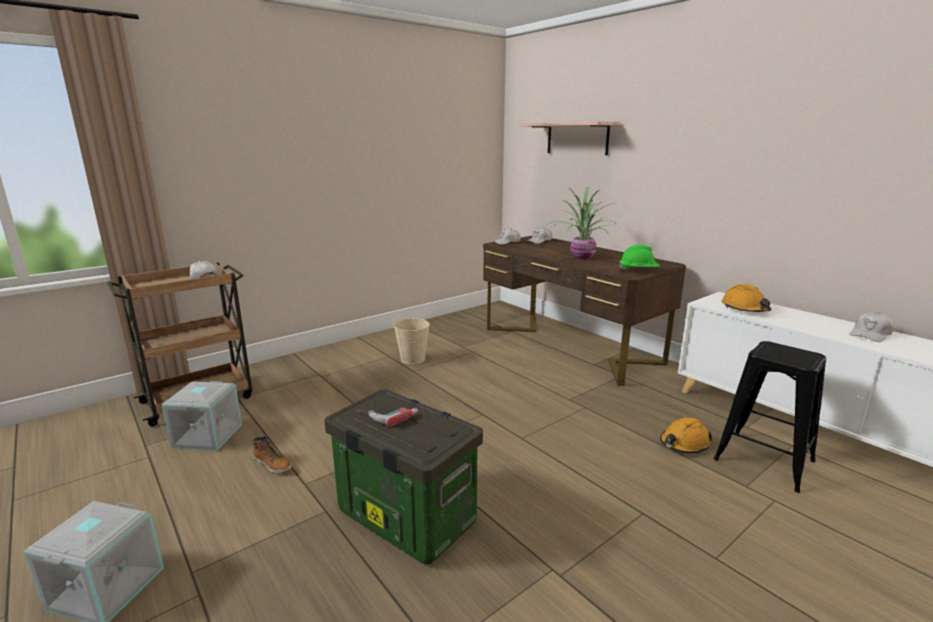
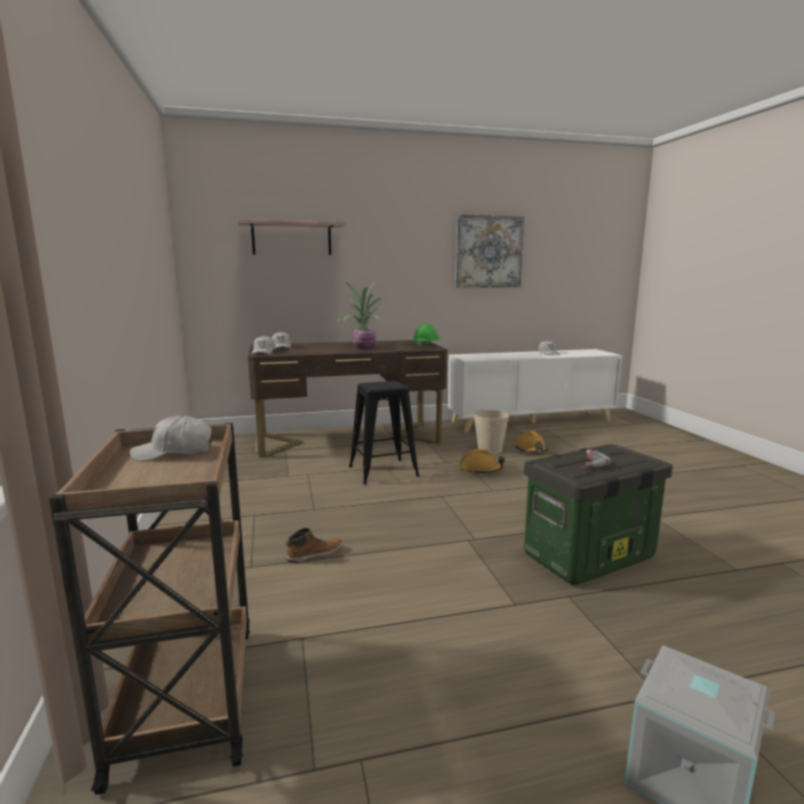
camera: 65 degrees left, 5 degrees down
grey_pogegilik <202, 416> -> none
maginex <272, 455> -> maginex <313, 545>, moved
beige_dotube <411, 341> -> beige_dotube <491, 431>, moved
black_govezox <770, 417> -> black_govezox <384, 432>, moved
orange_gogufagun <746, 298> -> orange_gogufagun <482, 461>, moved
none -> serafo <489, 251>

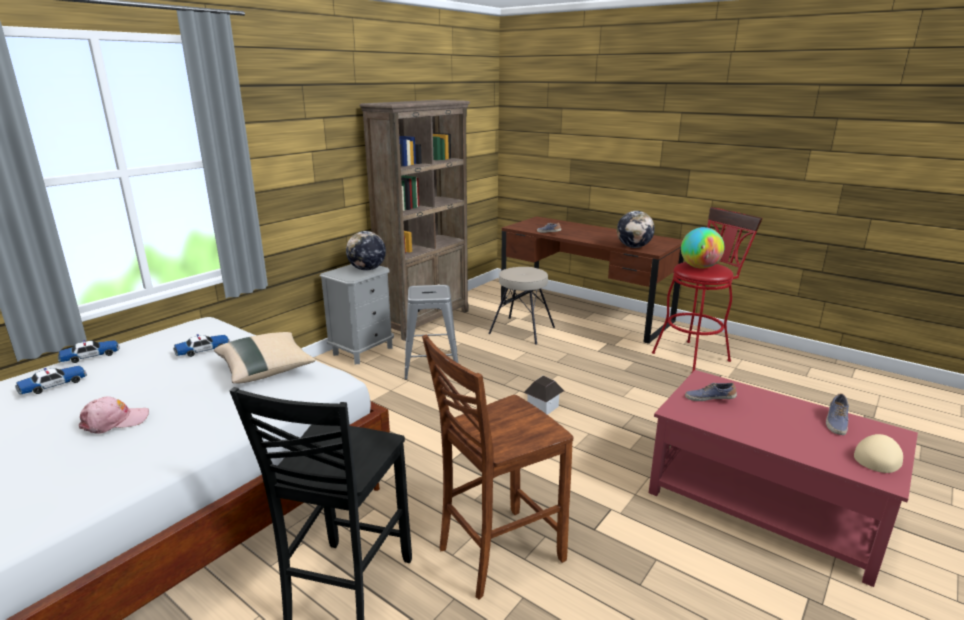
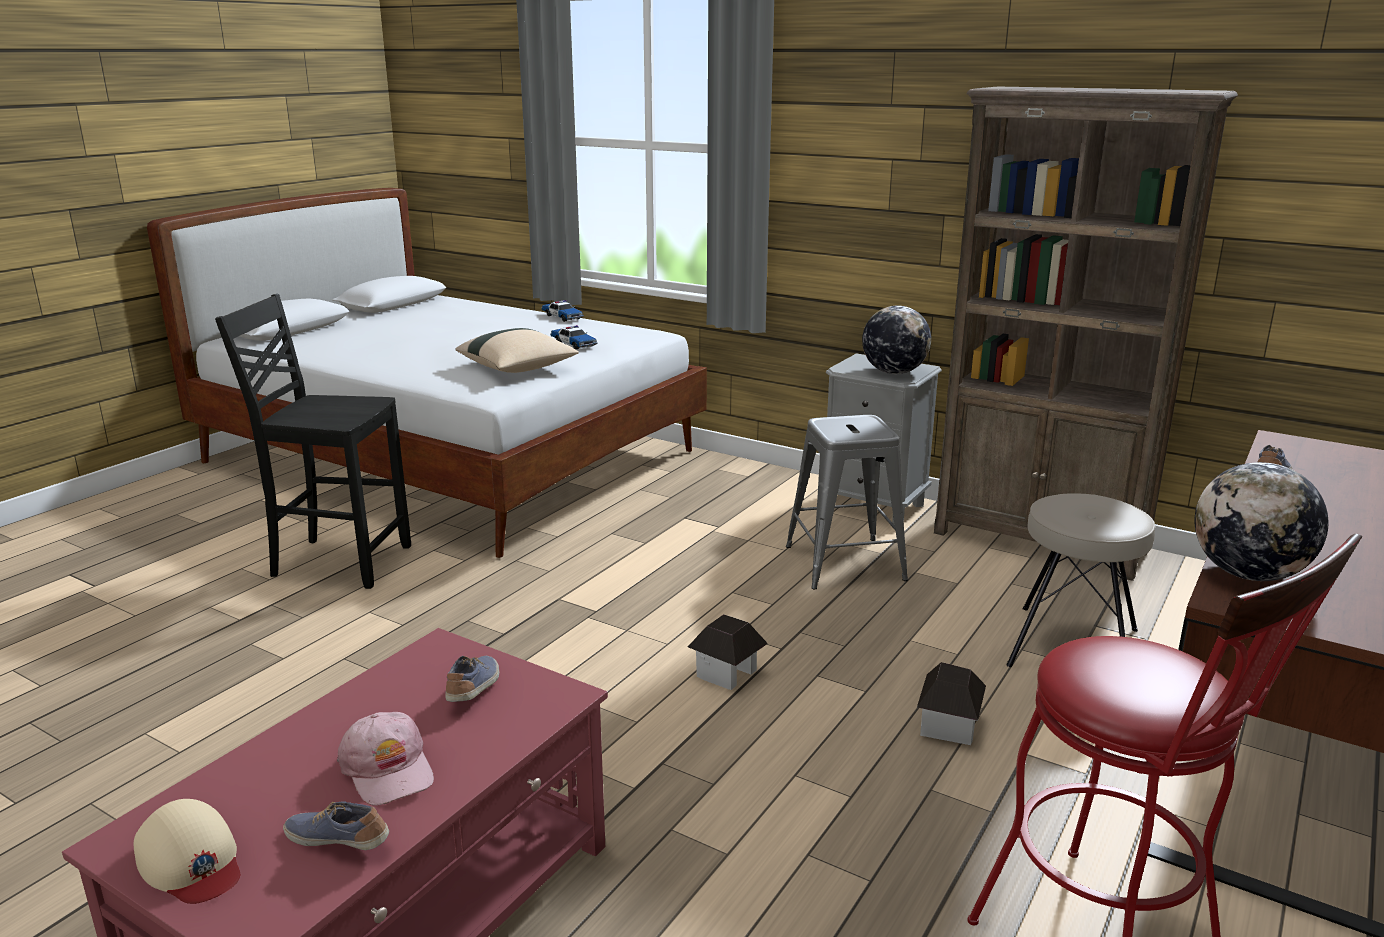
camera: 85 degrees right, 0 degrees up
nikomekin <51, 380> -> none
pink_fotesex <114, 415> -> pink_fotesex <385, 759>, moved
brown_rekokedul <497, 467> -> none
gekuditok <703, 248> -> none
none -> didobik <951, 703>

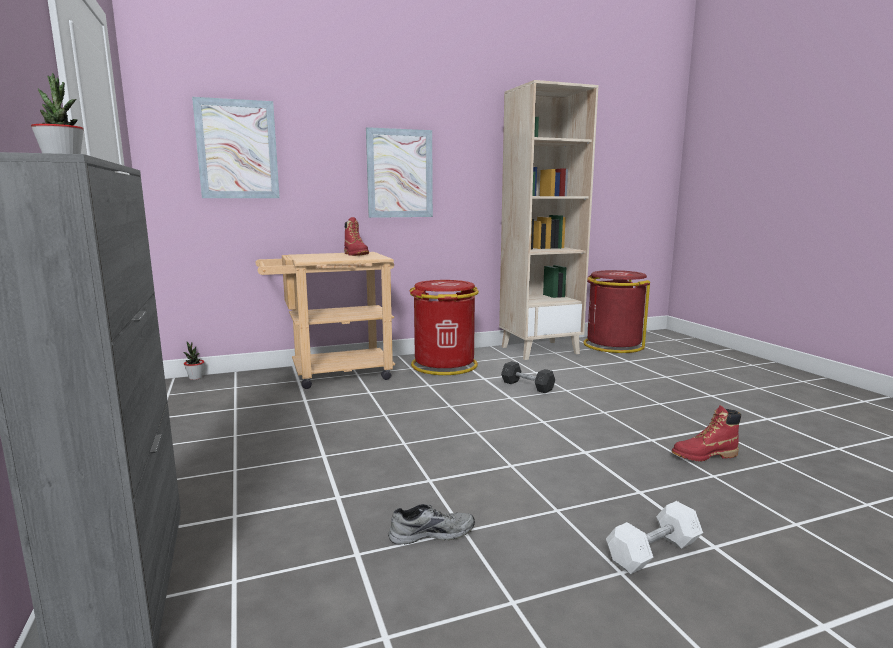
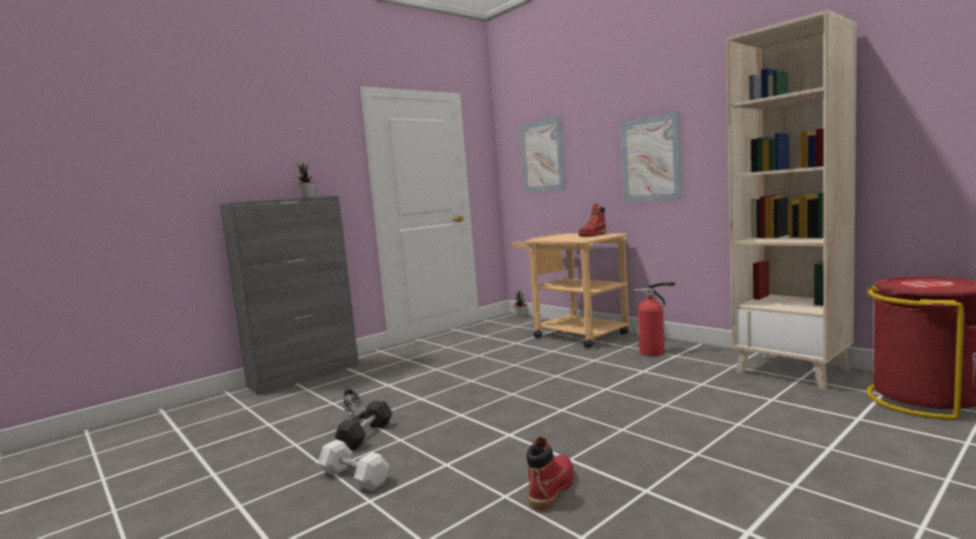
camera: 70 degrees right, 5 degrees down
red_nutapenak <444, 327> -> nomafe <654, 319>
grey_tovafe <528, 377> -> grey_tovafe <364, 425>, moved
red_maginex <706, 433> -> red_maginex <550, 473>, 60 degrees clockwise

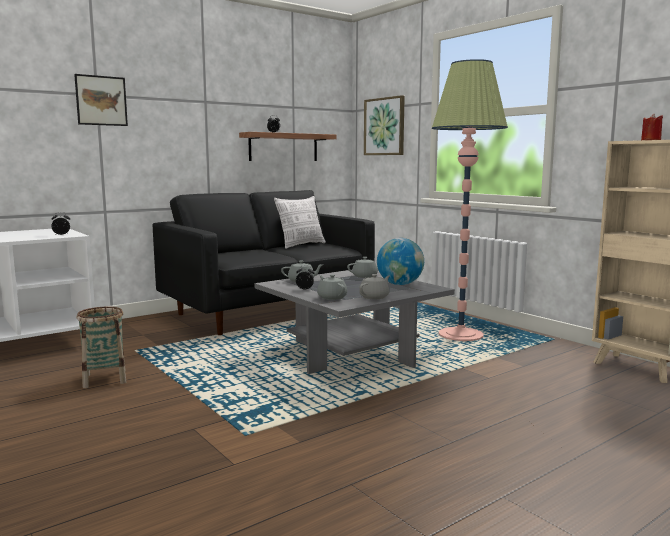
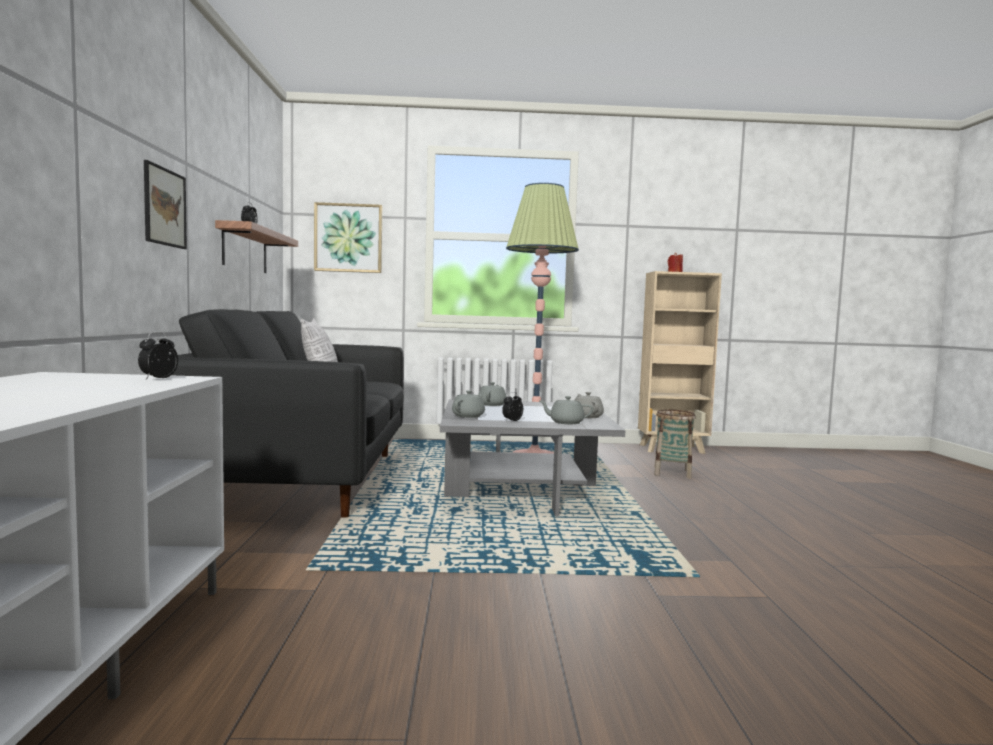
camera: 55 degrees left, 5 degrees down
serafo <101, 100> -> serafo <165, 204>, moved
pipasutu <101, 347> -> pipasutu <675, 444>, moved
gekuditok <400, 261> -> none

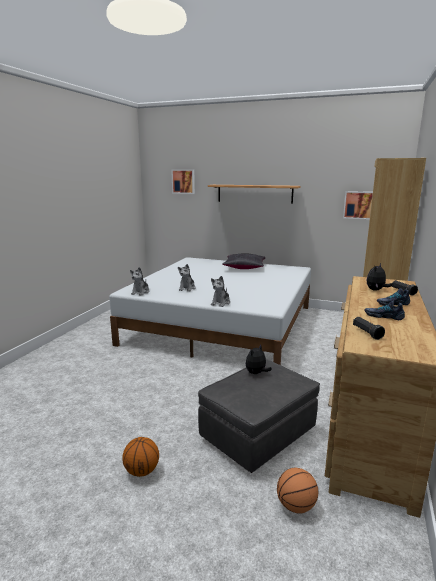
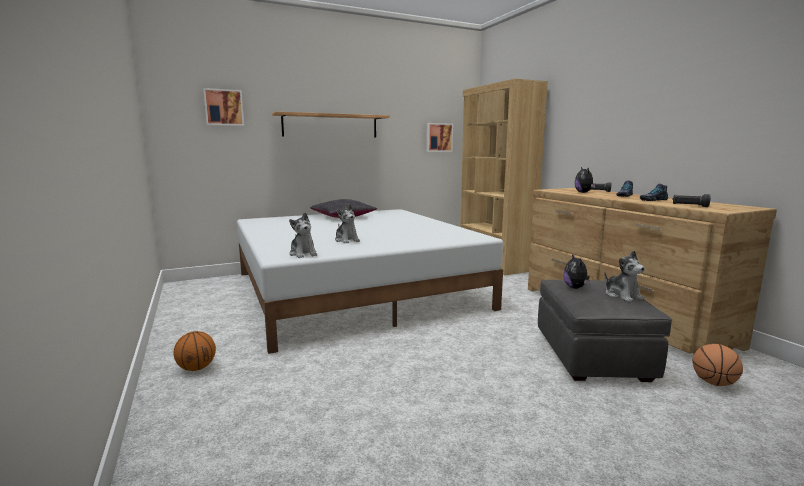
camera: 45 degrees left, 5 degrees down
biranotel <140, 457> -> biranotel <194, 351>, moved
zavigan <220, 291> -> zavigan <624, 276>, moved

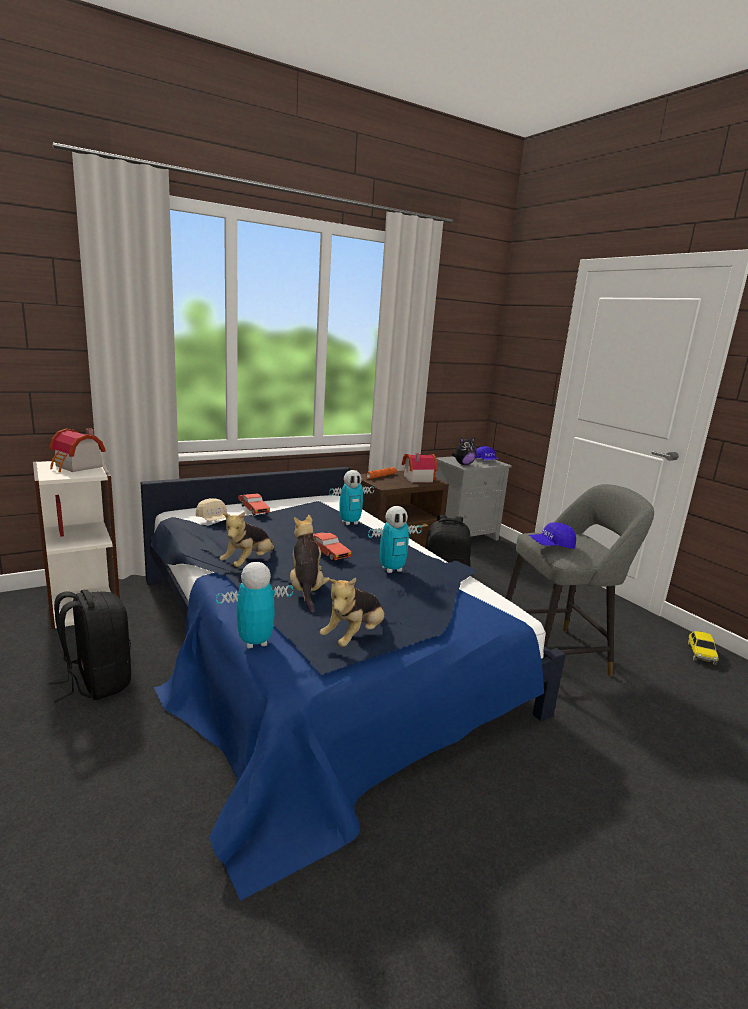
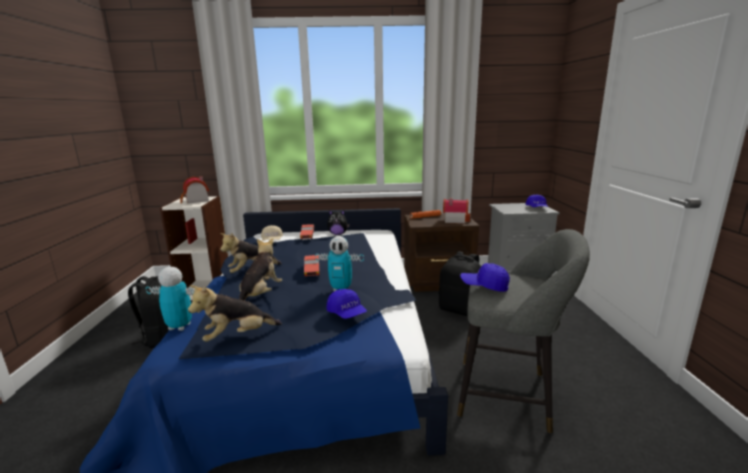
camera: 30 degrees right, 0 degrees up
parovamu <351, 497> -> none
zavigan <464, 451> -> zavigan <338, 222>, moved
nikomekin <703, 648> -> none
none -> blue_fotesex <347, 304>

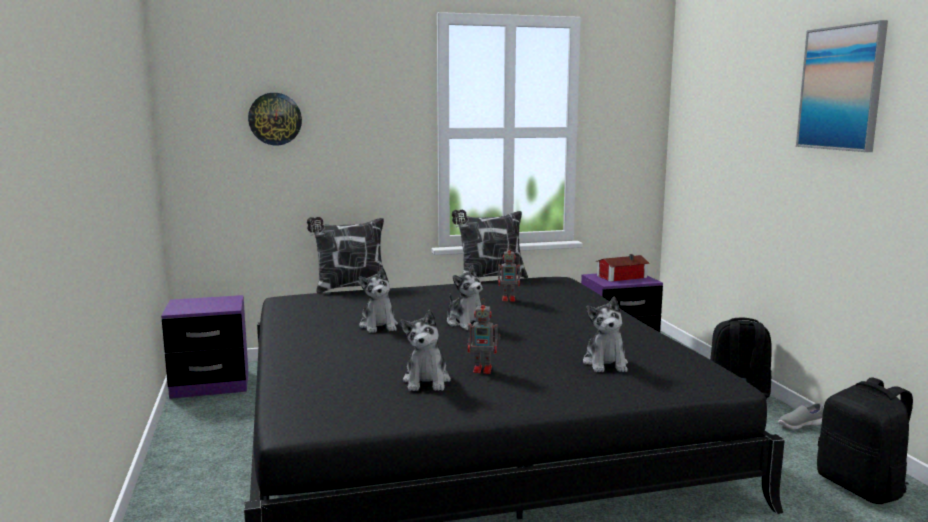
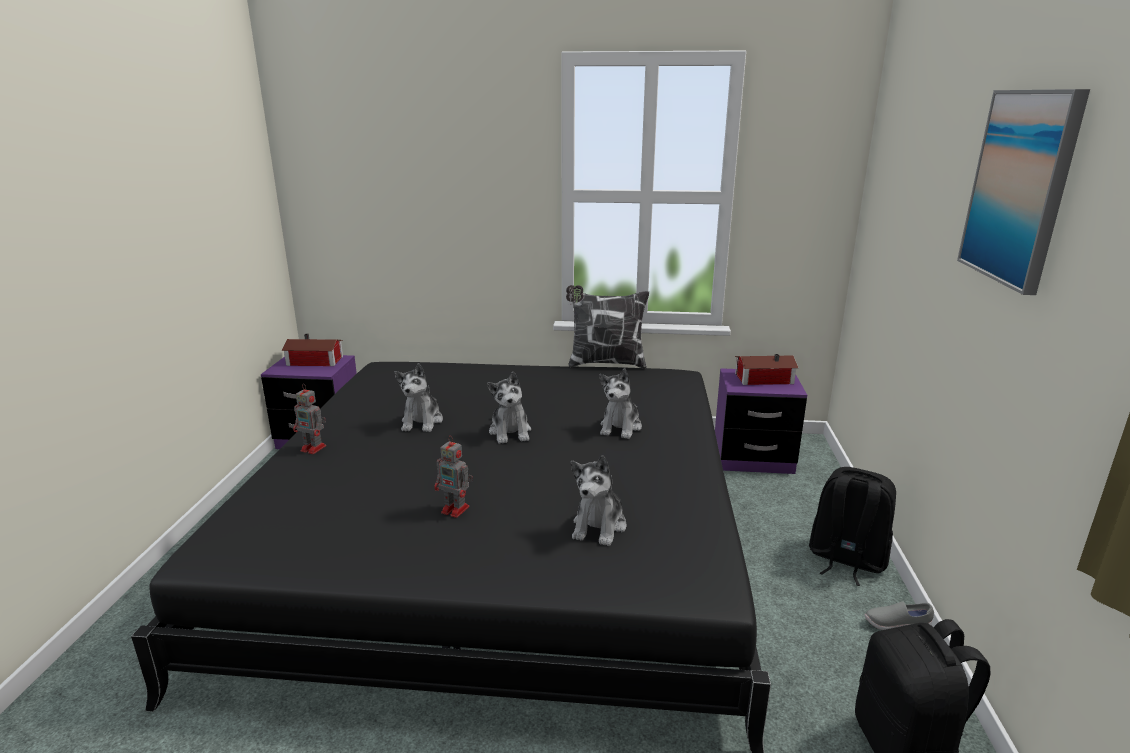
camera: 20 degrees right, 10 degrees up
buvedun <275, 119> -> none
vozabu <345, 255> -> none
zavigan <425, 350> -> zavigan <620, 404>, moved
parovamu <510, 273> -> parovamu <309, 419>, moved
none -> didobik <312, 350>

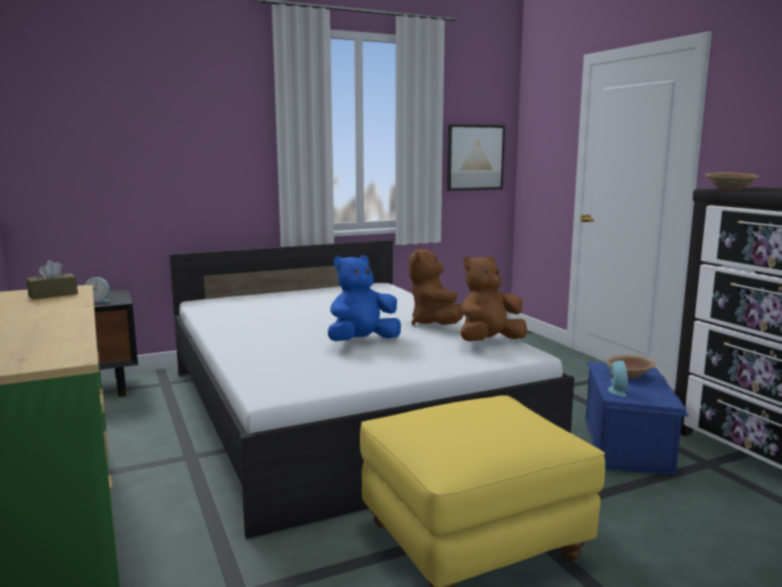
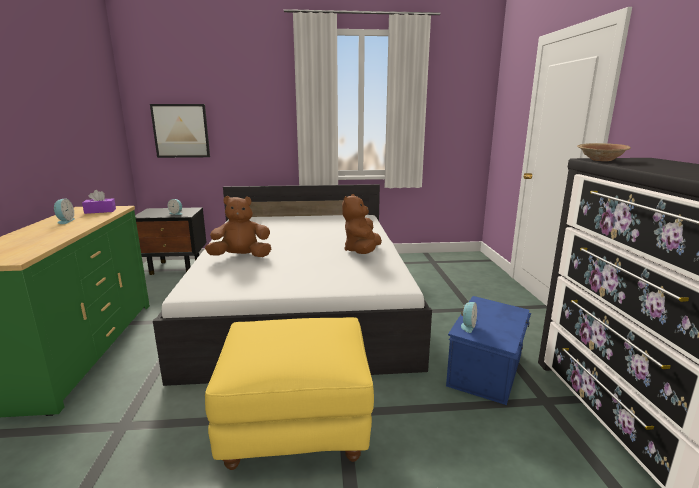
camera: 20 degrees right, 5 degrees up
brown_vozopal <52, 280> -> purple_vozopal <99, 202>
blue_zavigan <364, 298> -> none
serafo <476, 157> -> serafo <180, 131>, moved
brown_zavigan <493, 298> -> brown_zavigan <238, 226>, moved
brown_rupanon <630, 366> -> none
none -> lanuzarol <64, 211>

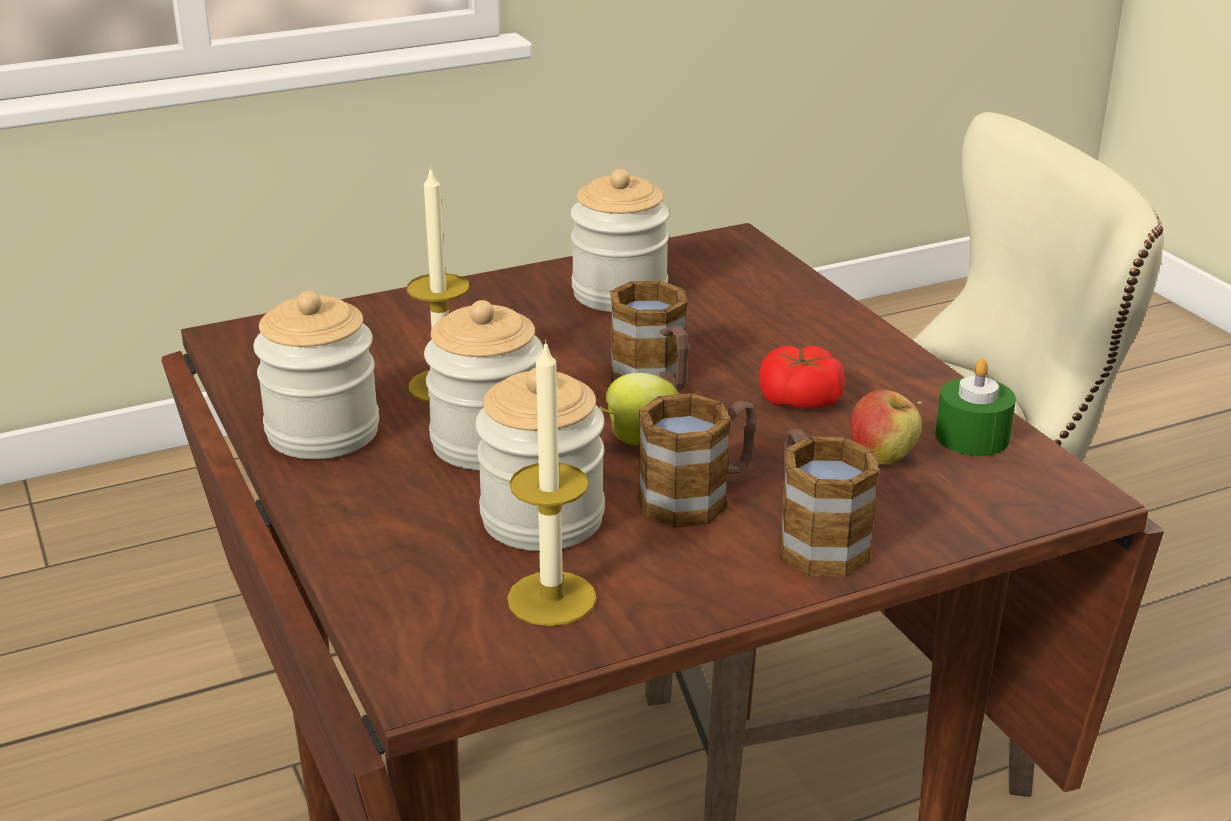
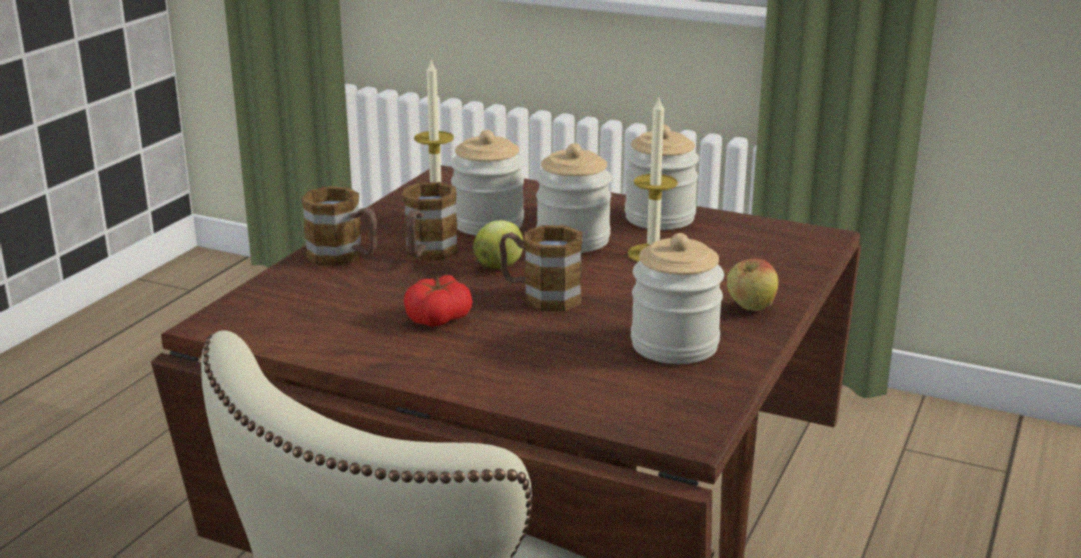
camera: 140 degrees right, 5 degrees down
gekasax <886, 427> -> gekasax <752, 284>, moved
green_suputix <975, 407> -> none

